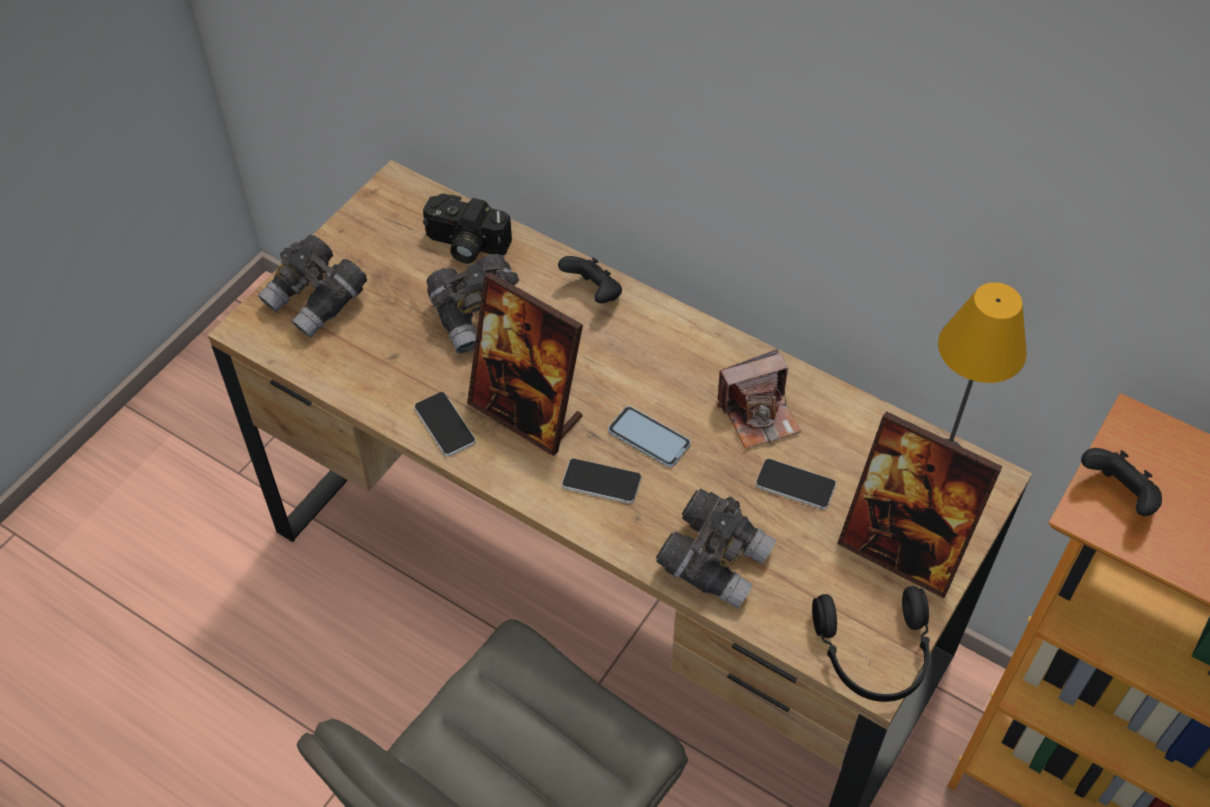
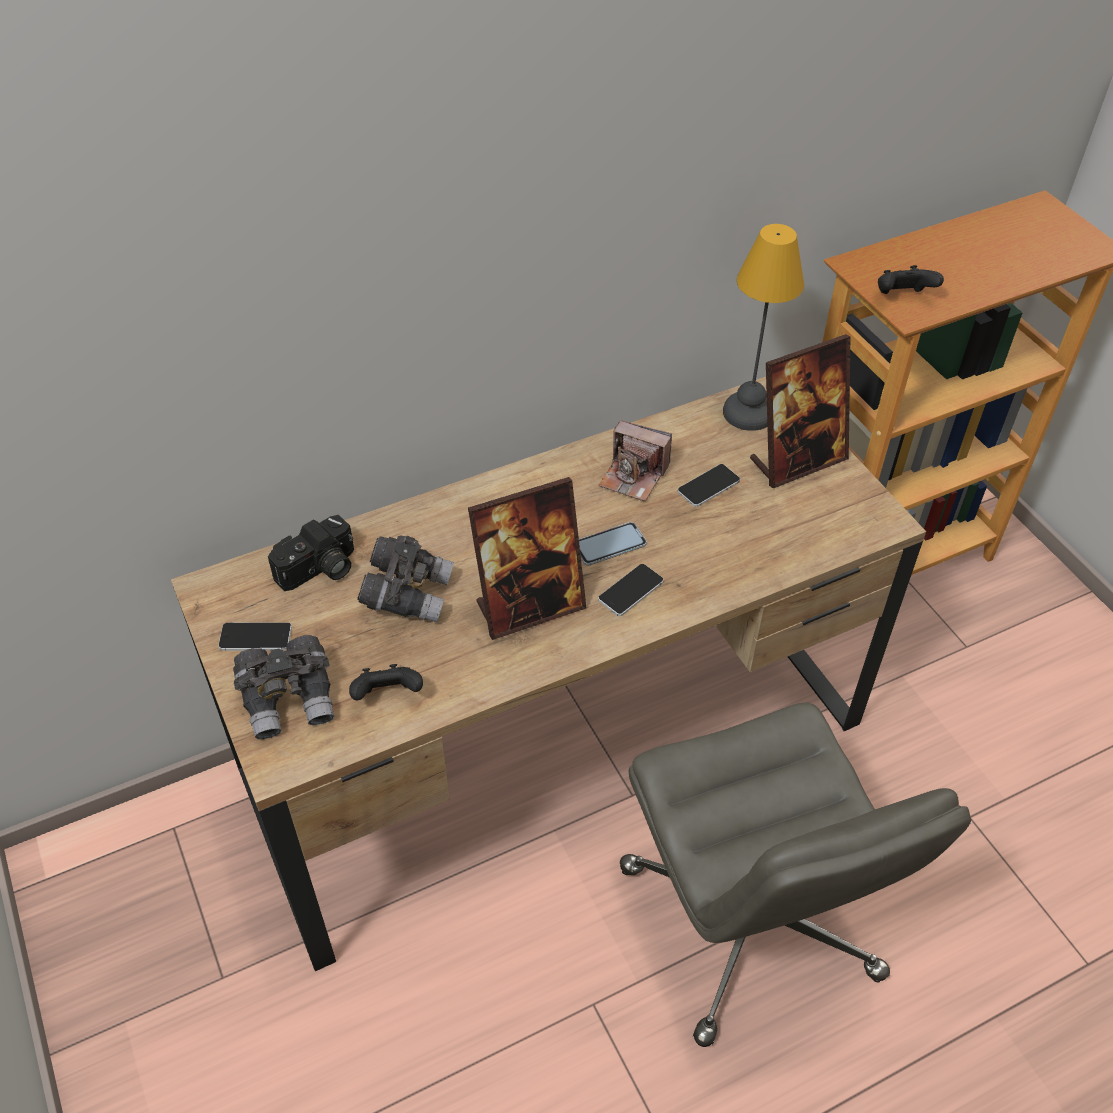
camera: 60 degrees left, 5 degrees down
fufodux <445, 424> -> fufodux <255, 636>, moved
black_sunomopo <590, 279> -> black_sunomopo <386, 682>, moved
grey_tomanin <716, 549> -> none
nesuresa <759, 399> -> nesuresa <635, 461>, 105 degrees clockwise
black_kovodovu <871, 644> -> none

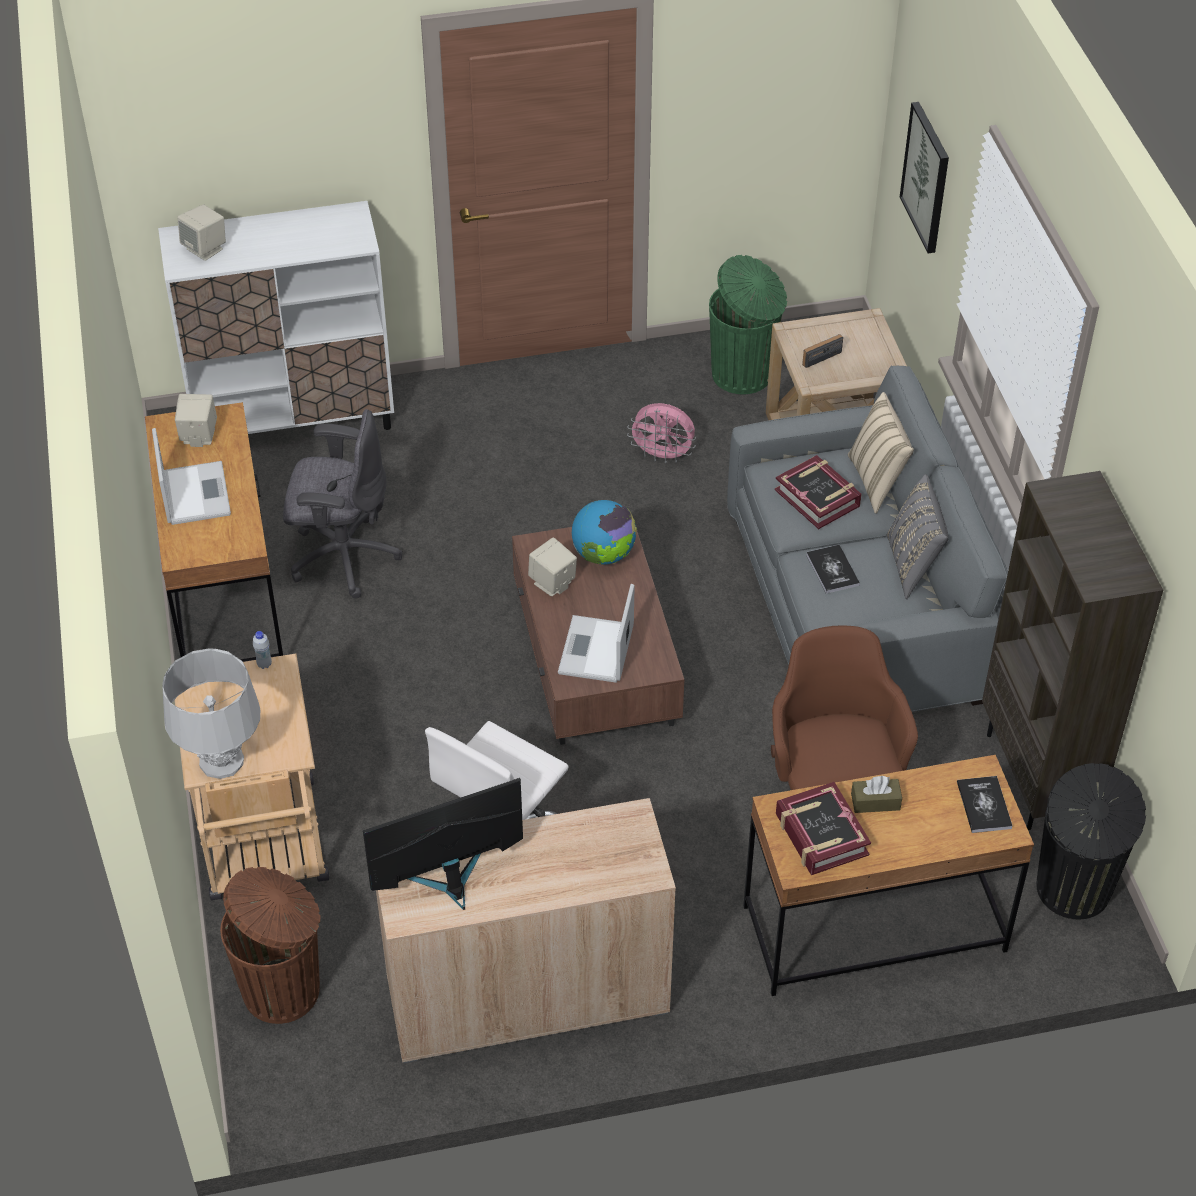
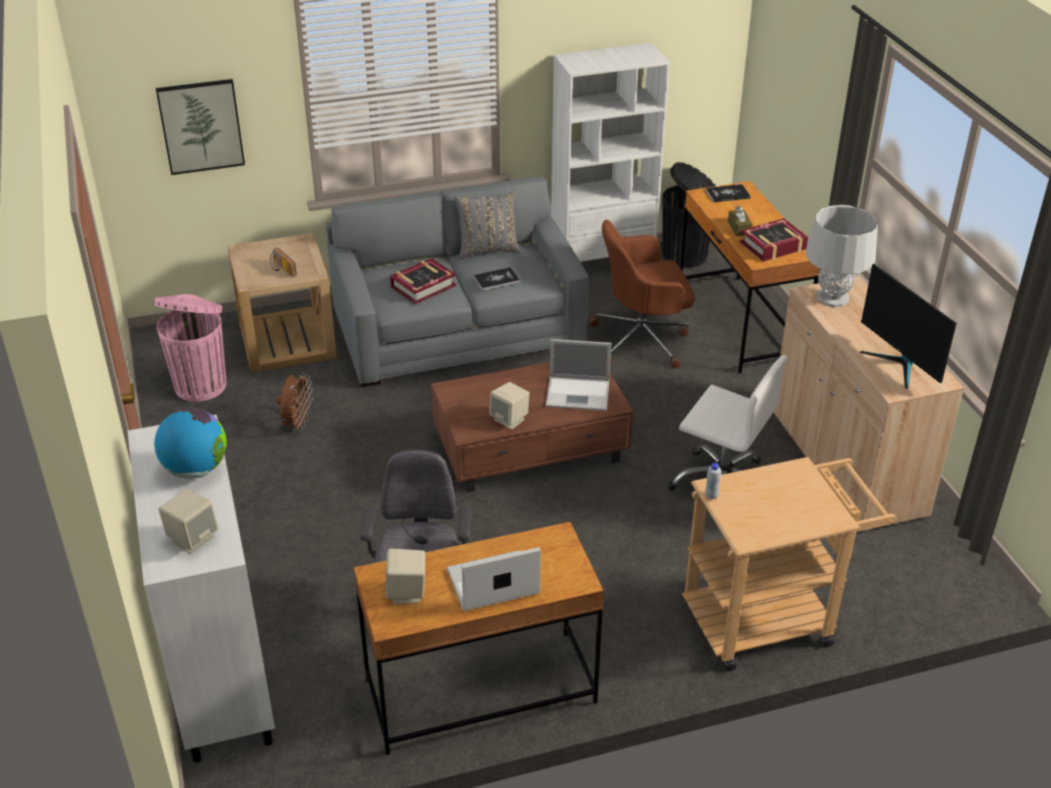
camera: 95 degrees left, 10 degrees down
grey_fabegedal <211, 714> -> grey_fabegedal <842, 256>, moved
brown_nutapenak <270, 945> -> none
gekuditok <604, 532> -> gekuditok <190, 443>, moved
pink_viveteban <661, 433> -> brown_viveteban <295, 402>
green_nutapenak <748, 324> -> pink_nutapenak <190, 348>
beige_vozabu <881, 453> -> none
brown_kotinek <1072, 650> -> white_kotinek <610, 152>

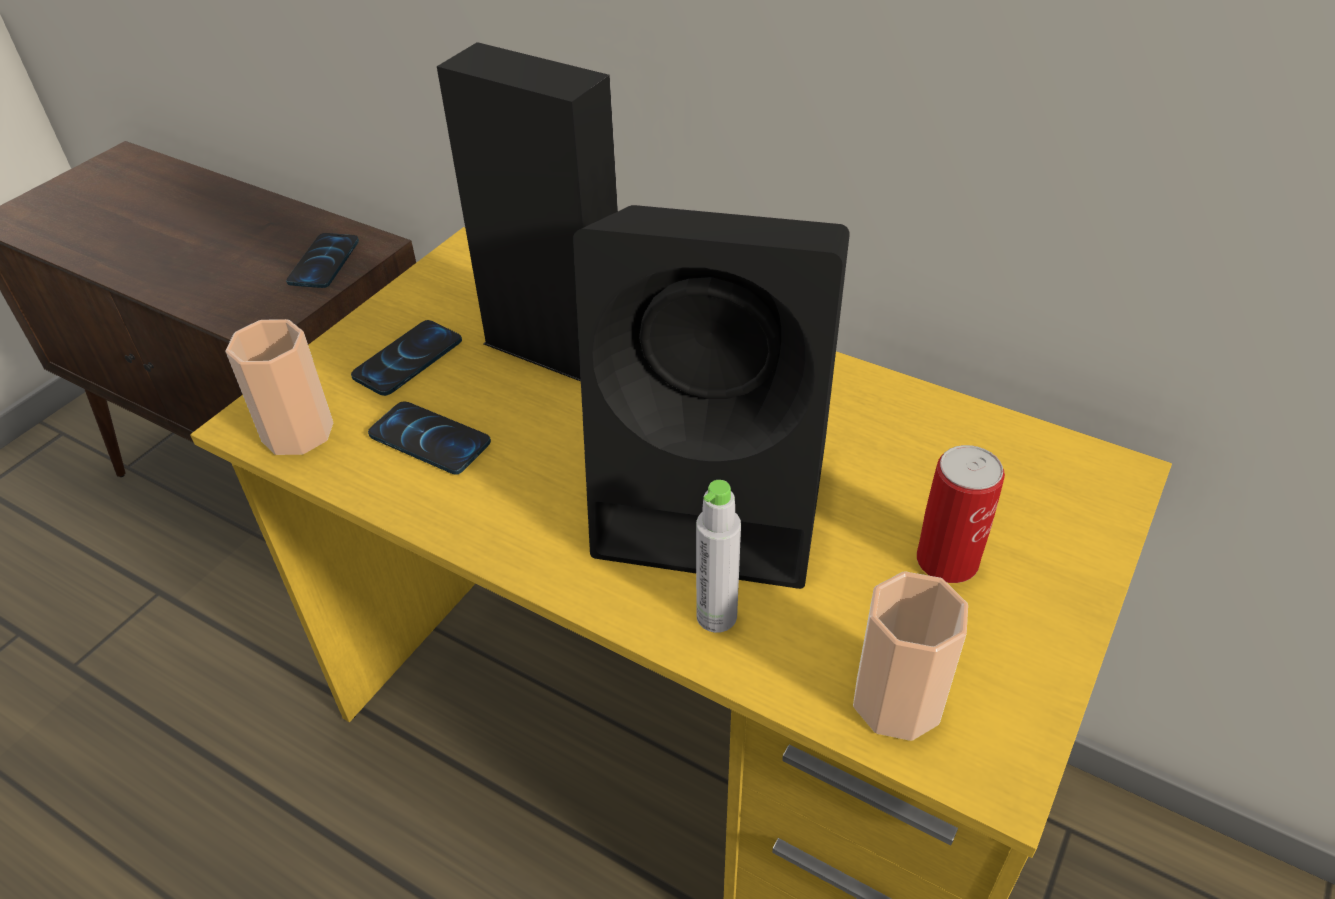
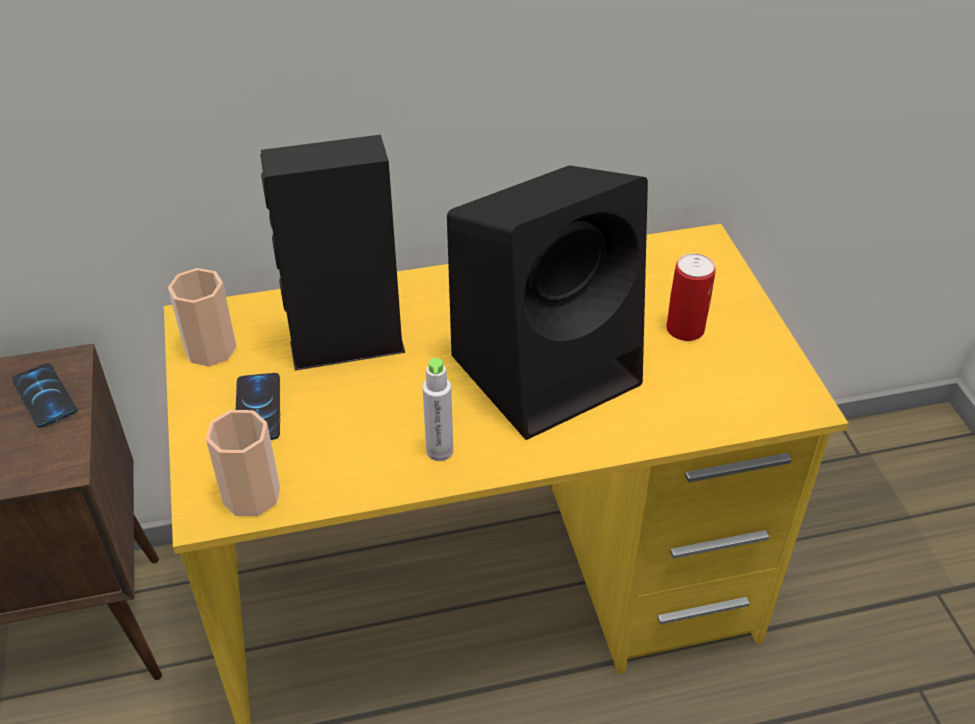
camera: 45 degrees left, 0 degrees up
fufodux <429, 438> -> none
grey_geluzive <718, 556> -> grey_geluzive <438, 409>, moved
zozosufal <910, 656> -> zozosufal <202, 317>, moved

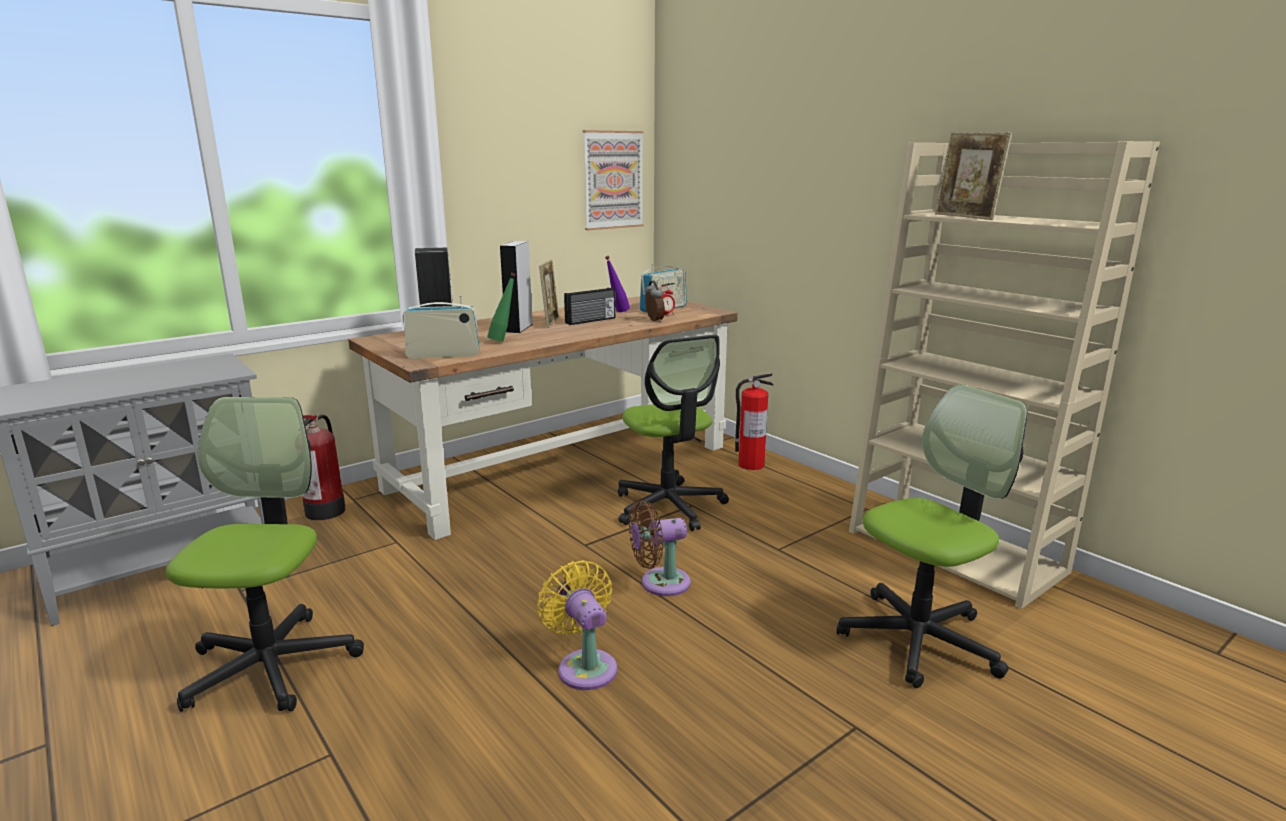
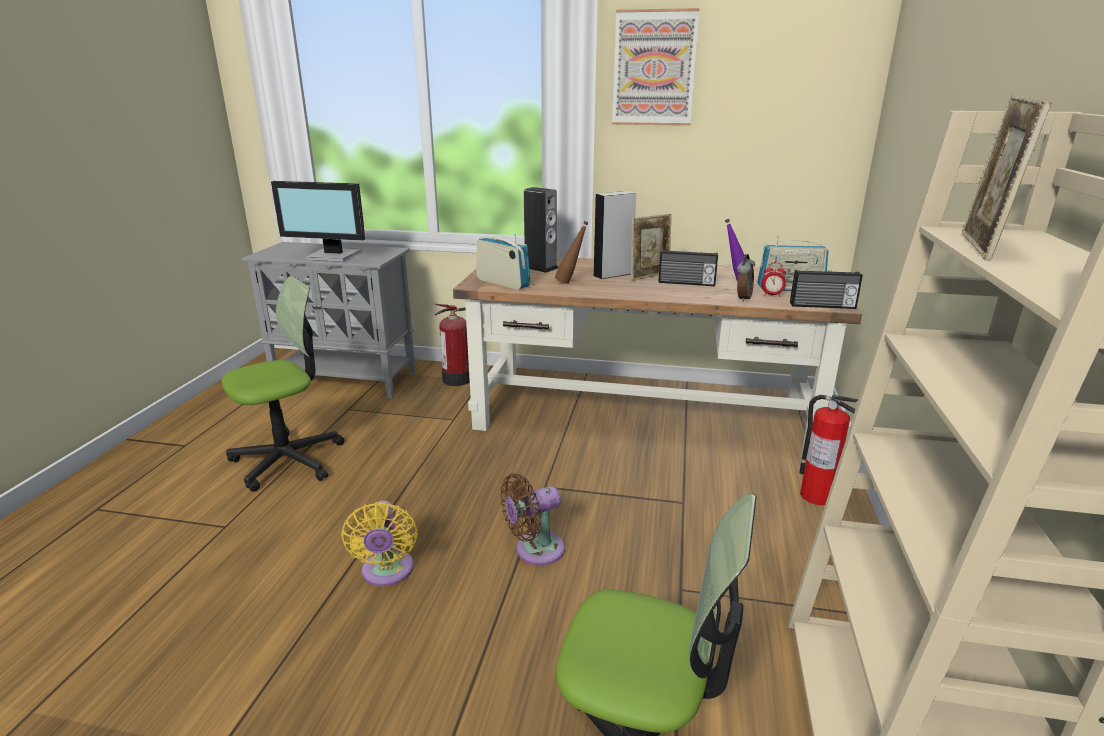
camera: 50 degrees right, 5 degrees up
green_geluzive <501, 307> -> brown_geluzive <571, 252>
yellow_viveteban <577, 625> -> yellow_viveteban <379, 543>, 150 degrees clockwise
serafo <613, 180> -> serafo <656, 67>, moved
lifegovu <673, 432> -> none
brown_viveteban <660, 548> -> brown_viveteban <532, 519>, 60 degrees counterclockwise
none -> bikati <318, 221>
none -> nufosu <826, 289>

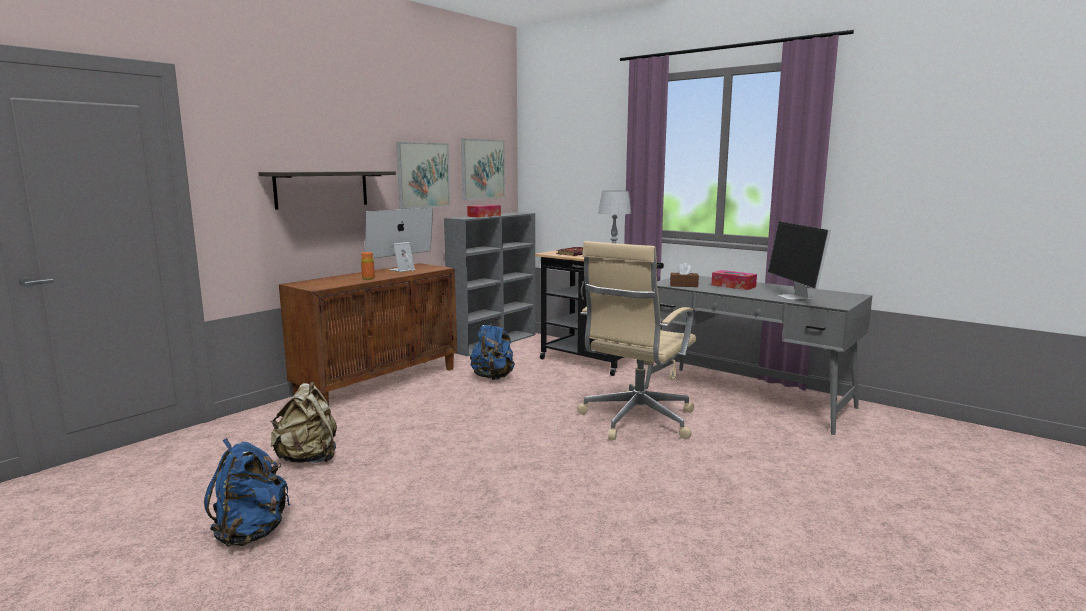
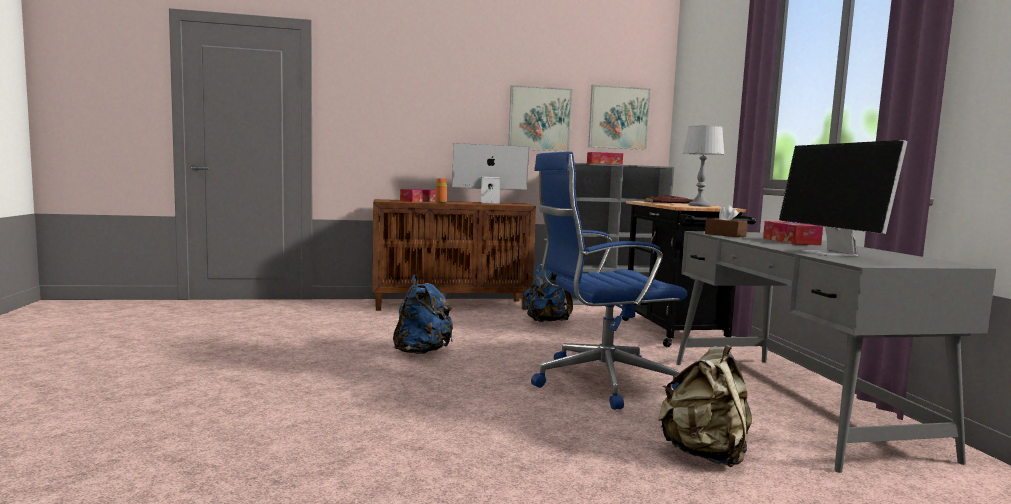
camera: 40 degrees right, 5 degrees down
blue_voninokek <247, 492> -> blue_voninokek <423, 314>, moved
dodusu <327, 190> -> none
beige_voninokek <303, 422> -> beige_voninokek <705, 406>, moved
beige_lifegovu <636, 340> -> blue_lifegovu <609, 281>
bikati <799, 260> -> bikati <843, 198>, 45 degrees counterclockwise
none -> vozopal <418, 195>

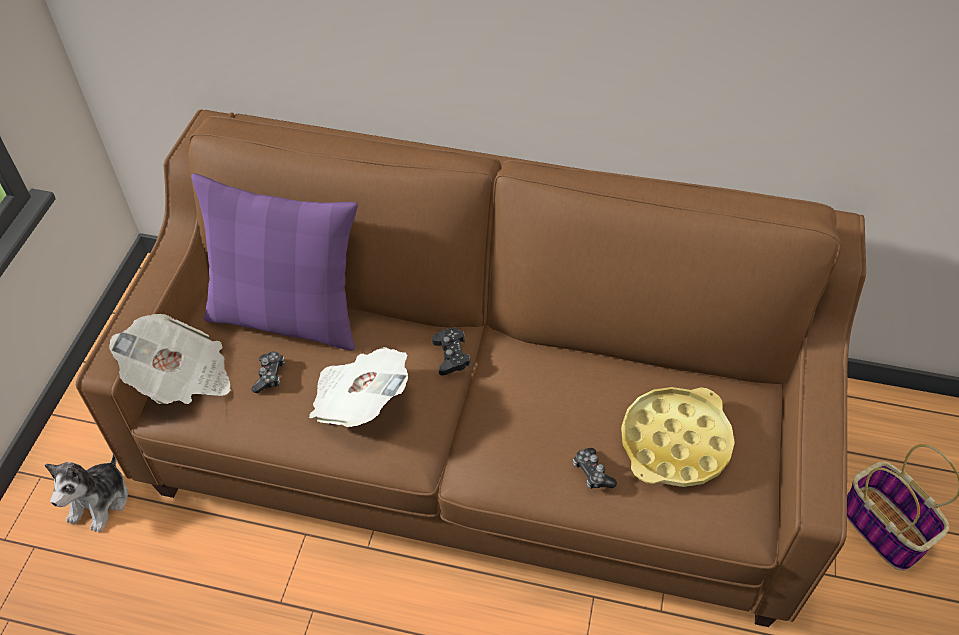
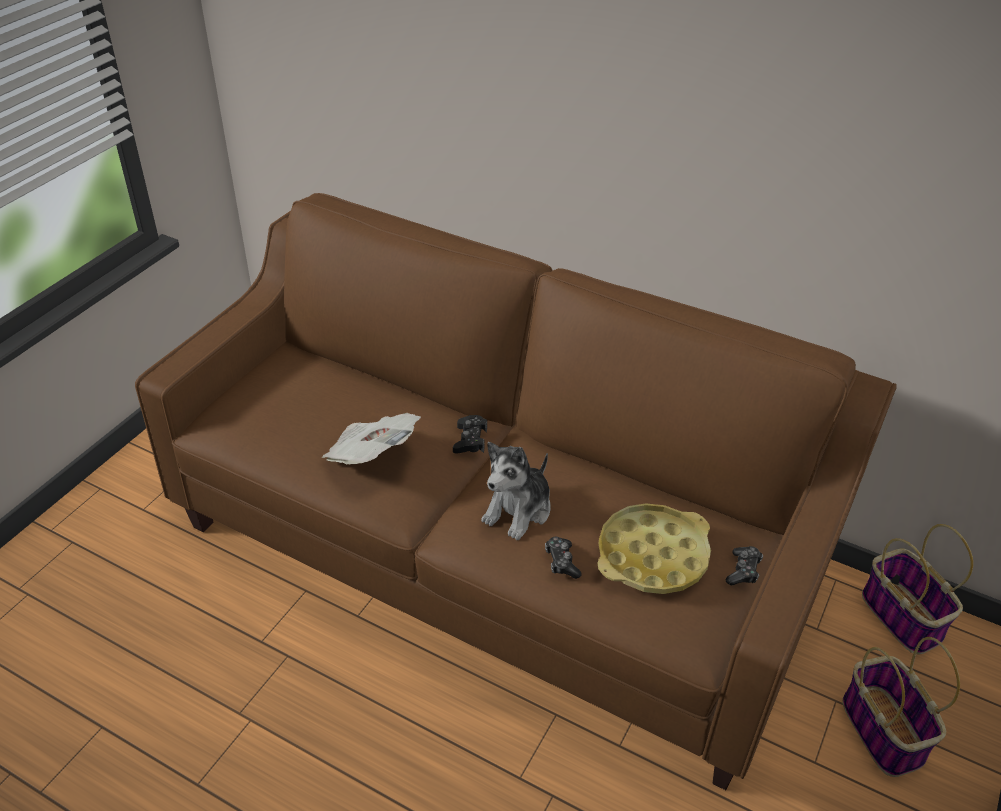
camera: 15 degrees right, 10 degrees down
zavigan <86, 494> -> zavigan <516, 491>, moved
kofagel <170, 359> -> none
purple_vozabu <274, 262> -> none
sunomopo <268, 372> -> sunomopo <744, 565>, moved
none -> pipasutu <917, 589>

